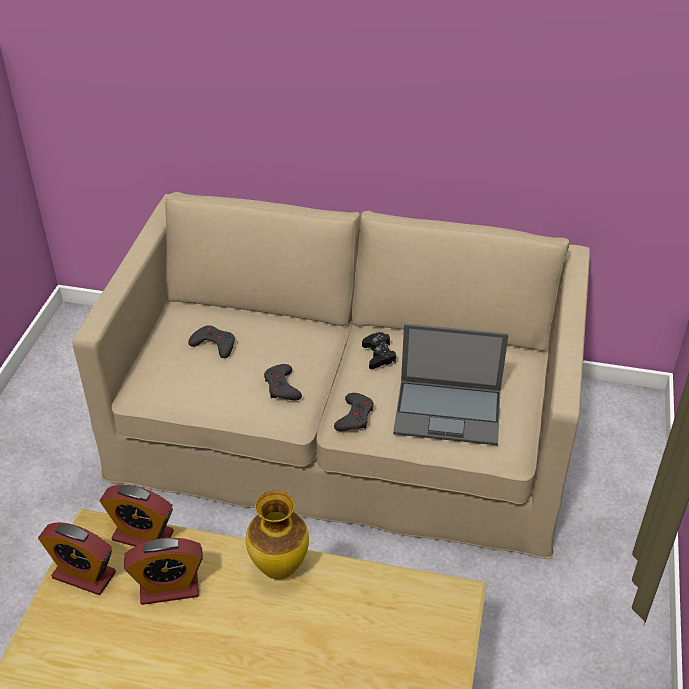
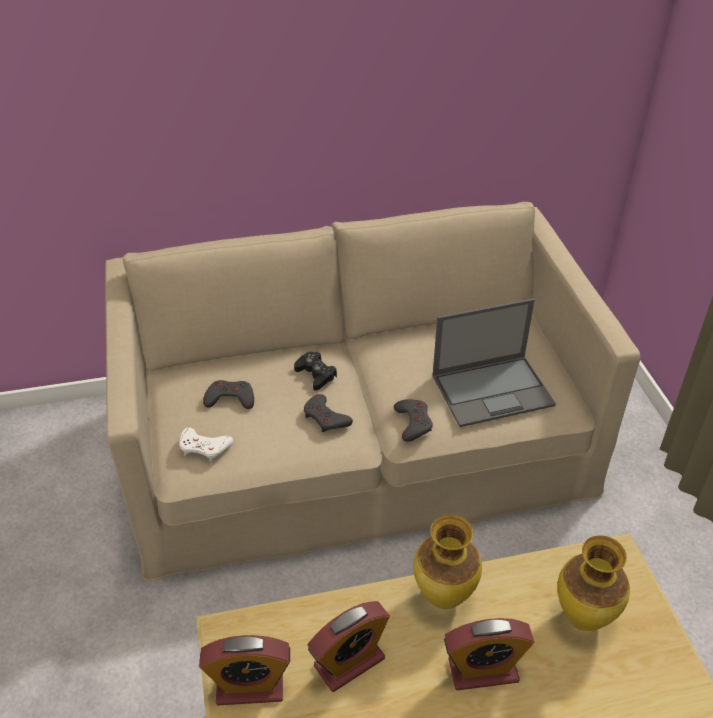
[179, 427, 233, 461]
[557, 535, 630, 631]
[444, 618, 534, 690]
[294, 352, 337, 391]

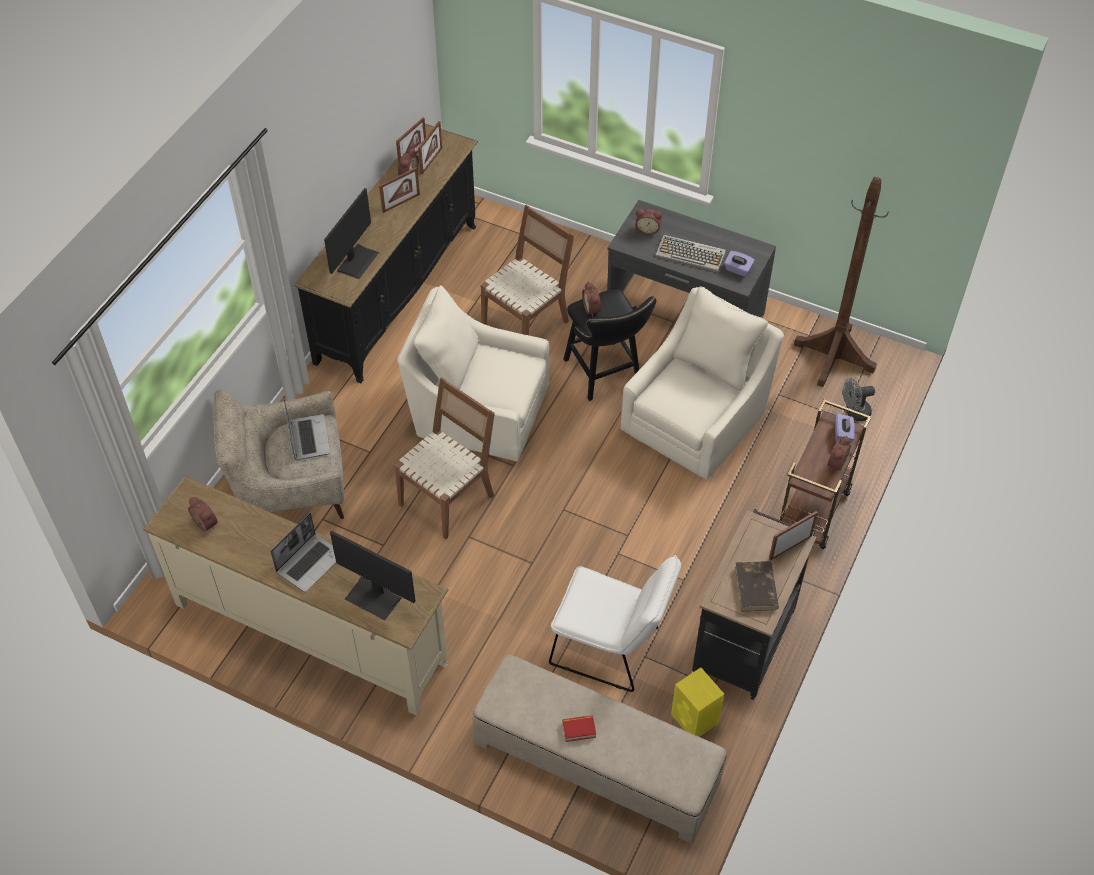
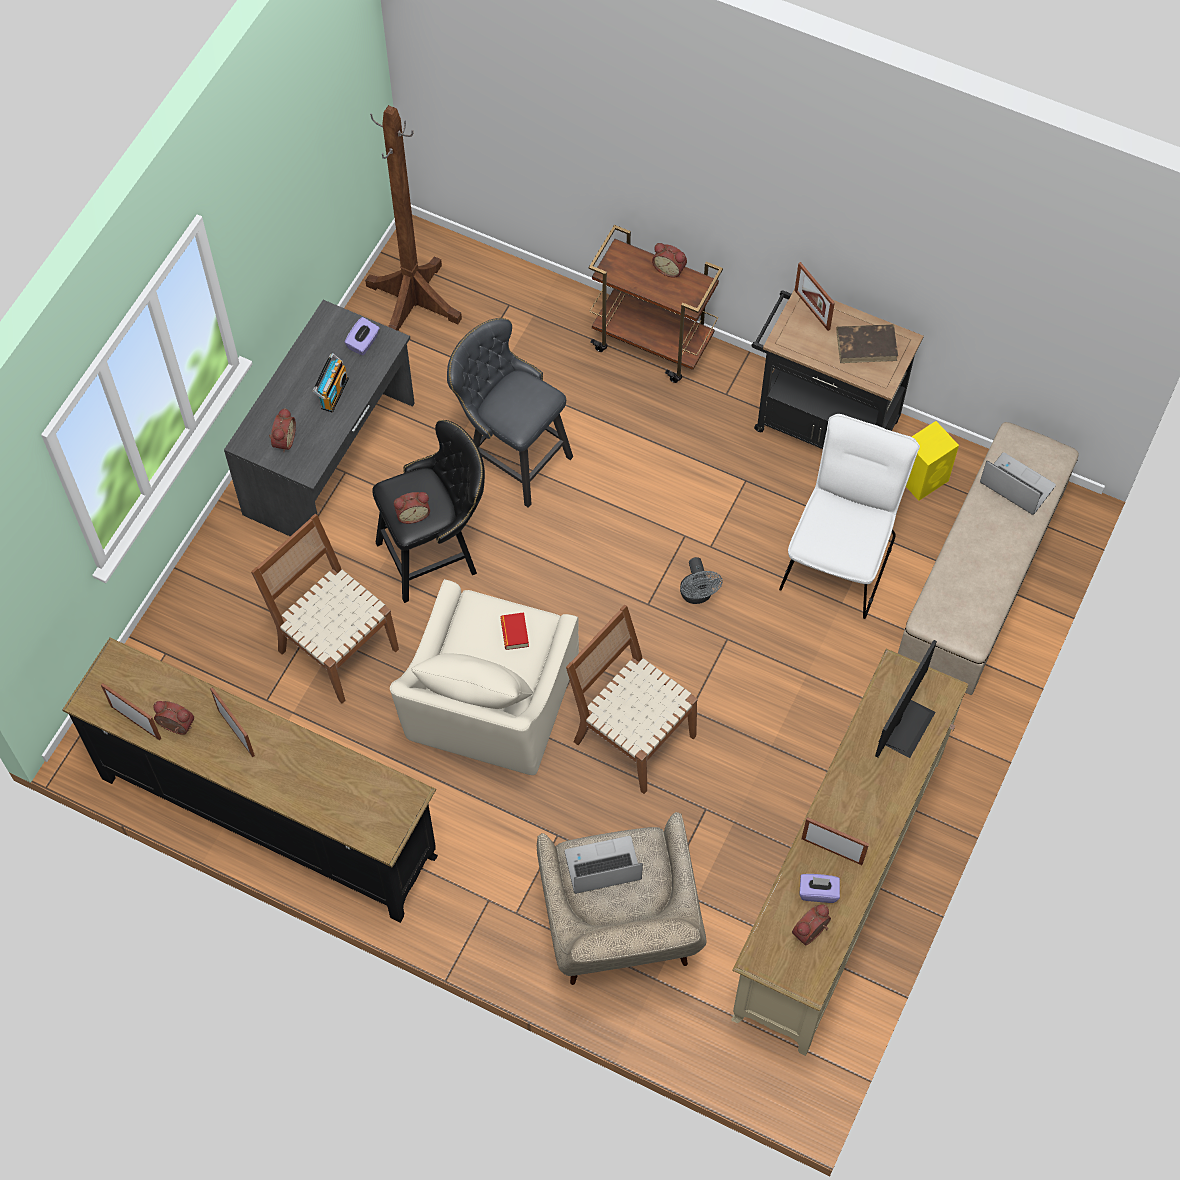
[324, 188, 379, 279] (first image)
[980, 453, 1056, 515]
[801, 817, 869, 865]
[500, 612, 529, 650]
[799, 874, 840, 903]
[680, 557, 723, 604]
[447, 318, 573, 508]
[313, 353, 349, 413]

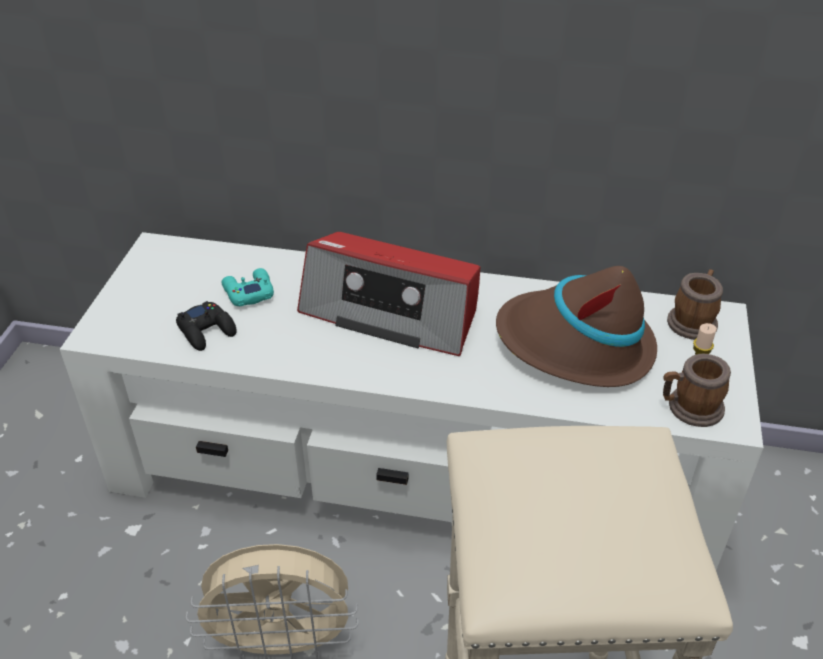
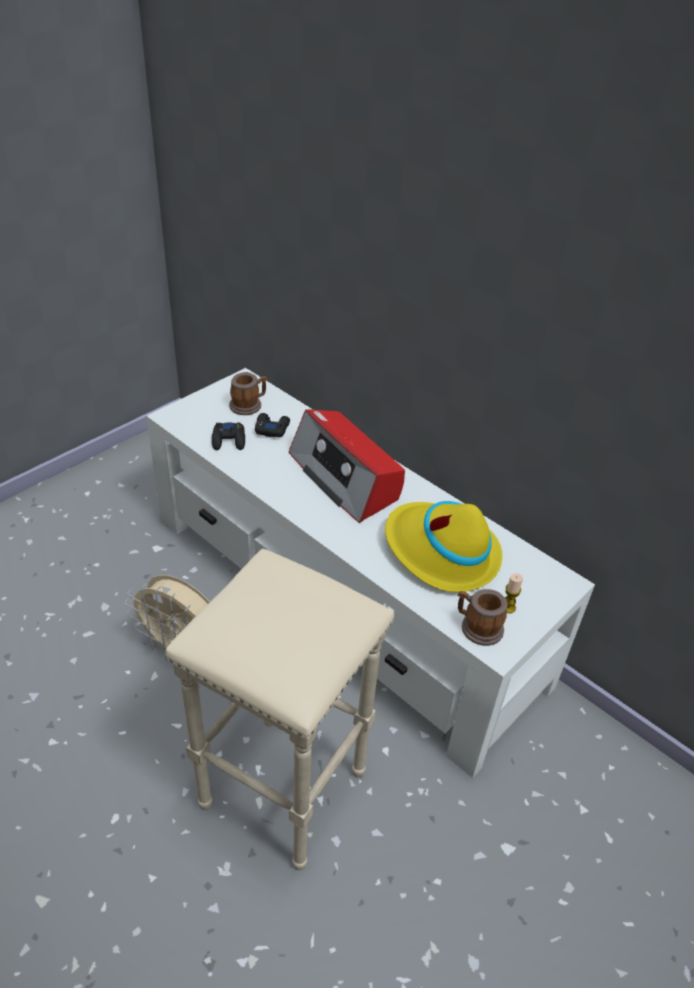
[229, 372, 268, 415]
[255, 413, 290, 437]
[385, 501, 502, 592]

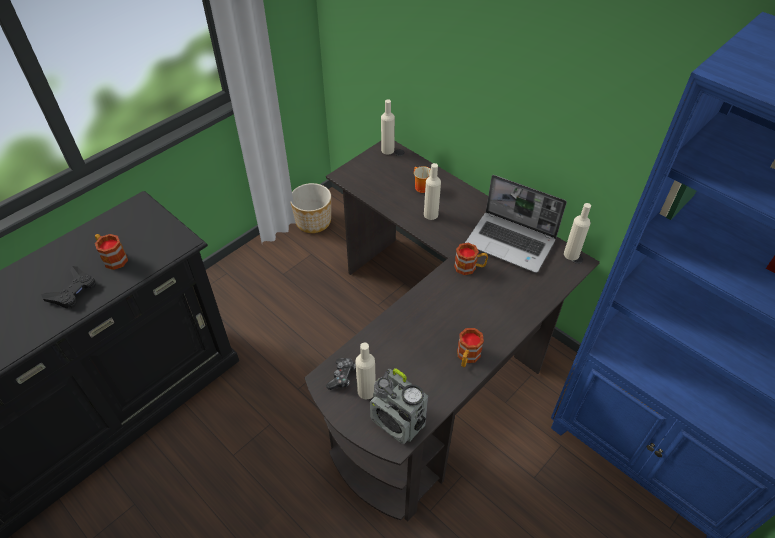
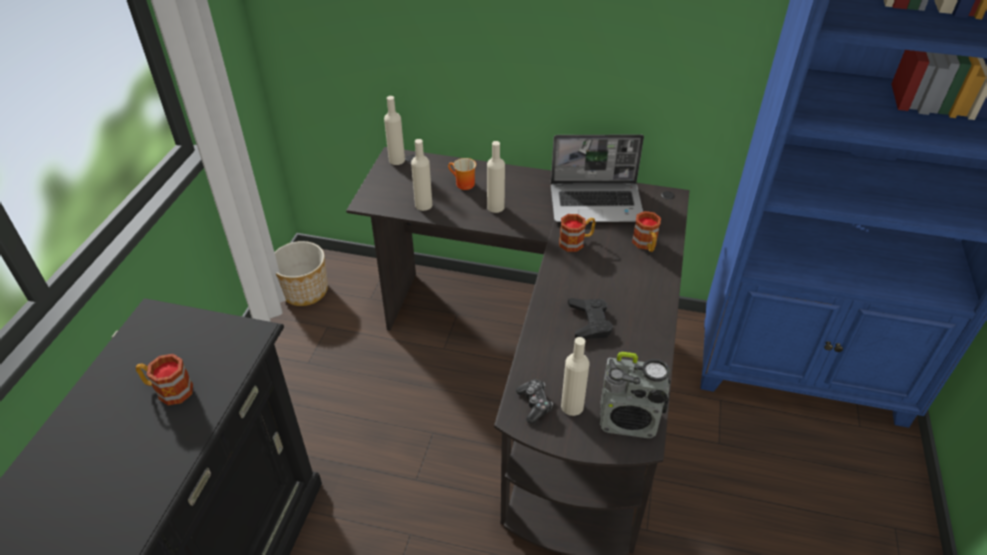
[568, 298, 613, 339]
[632, 211, 661, 252]
[411, 139, 432, 211]

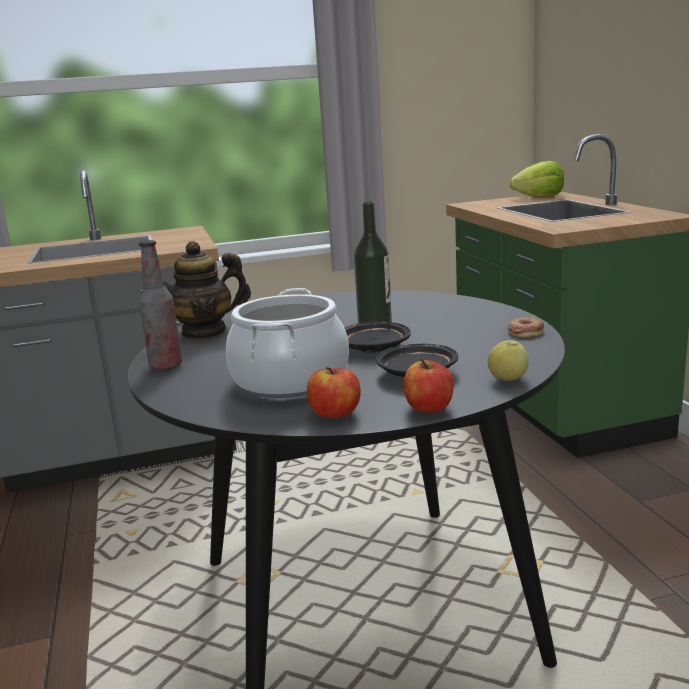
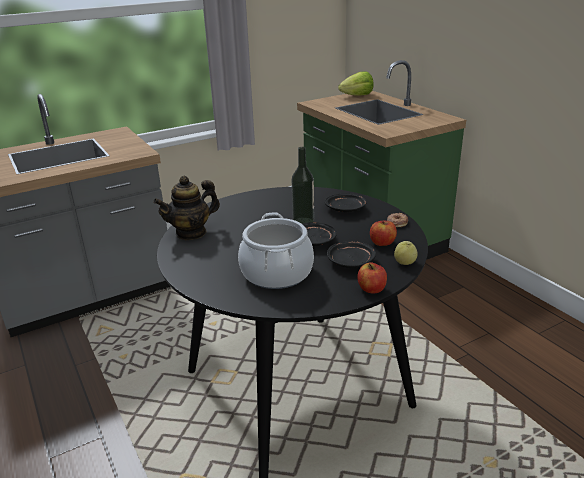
[139, 240, 182, 370] (first image)
[325, 193, 367, 212]
[370, 221, 397, 246]

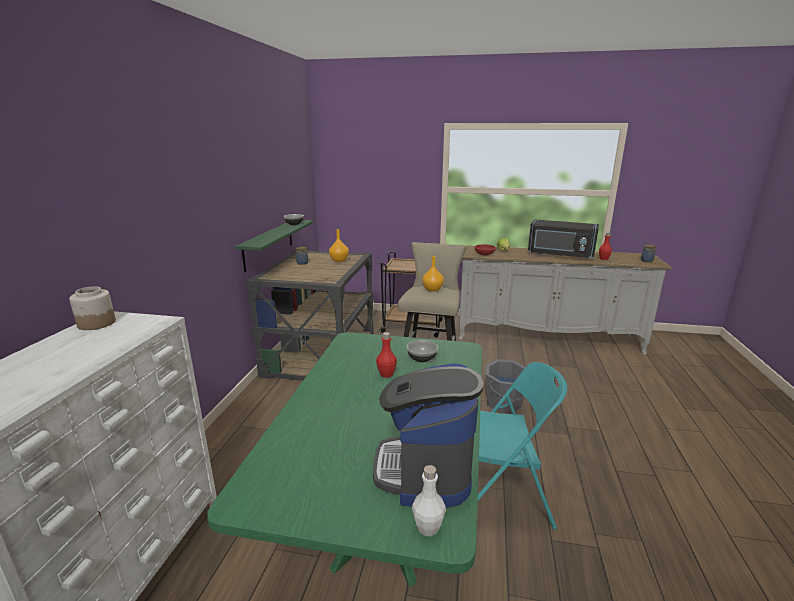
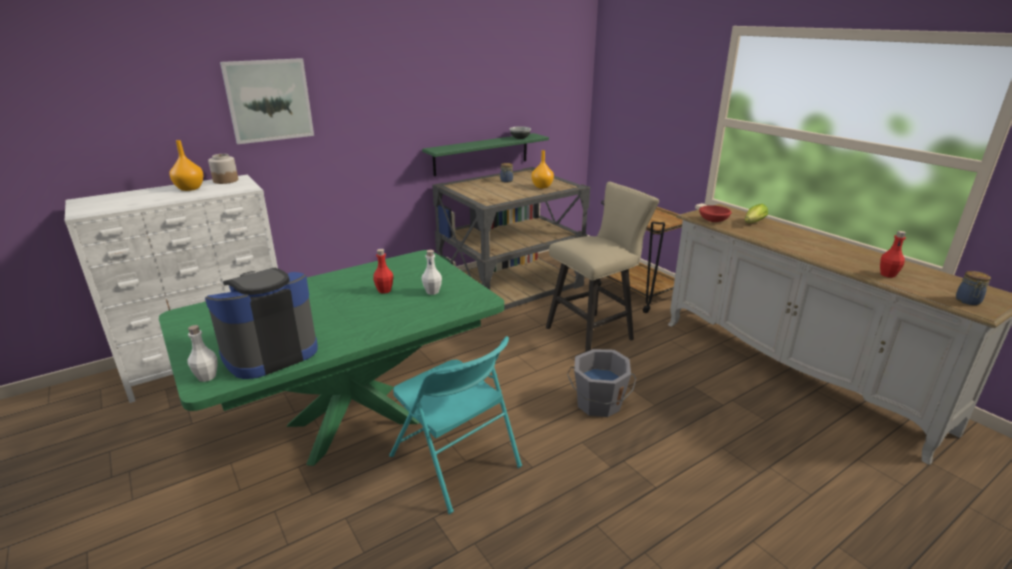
[528, 219, 599, 259] (first image)
[220, 58, 314, 144]
[170, 140, 203, 191]
[421, 250, 442, 295]

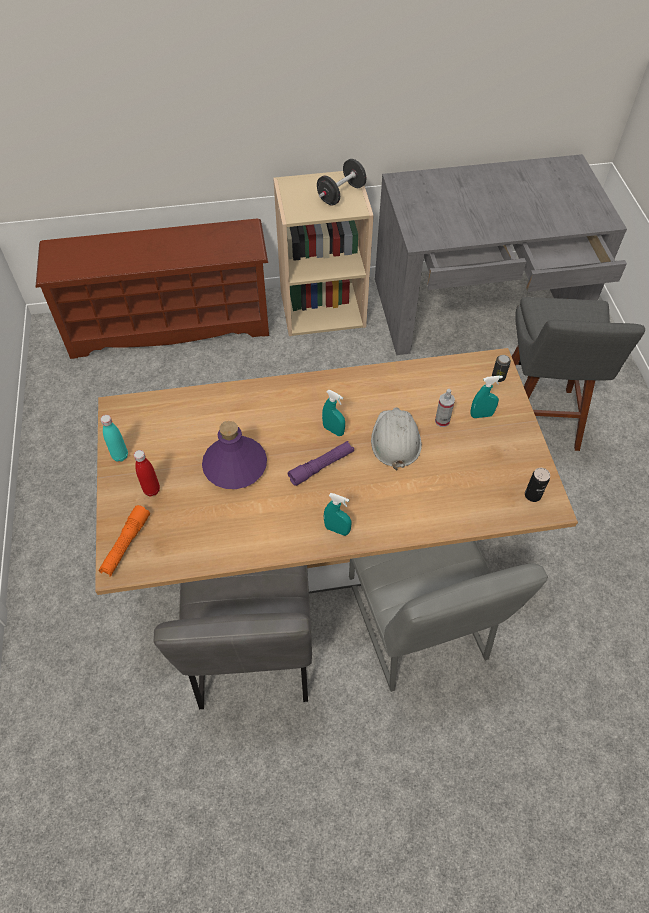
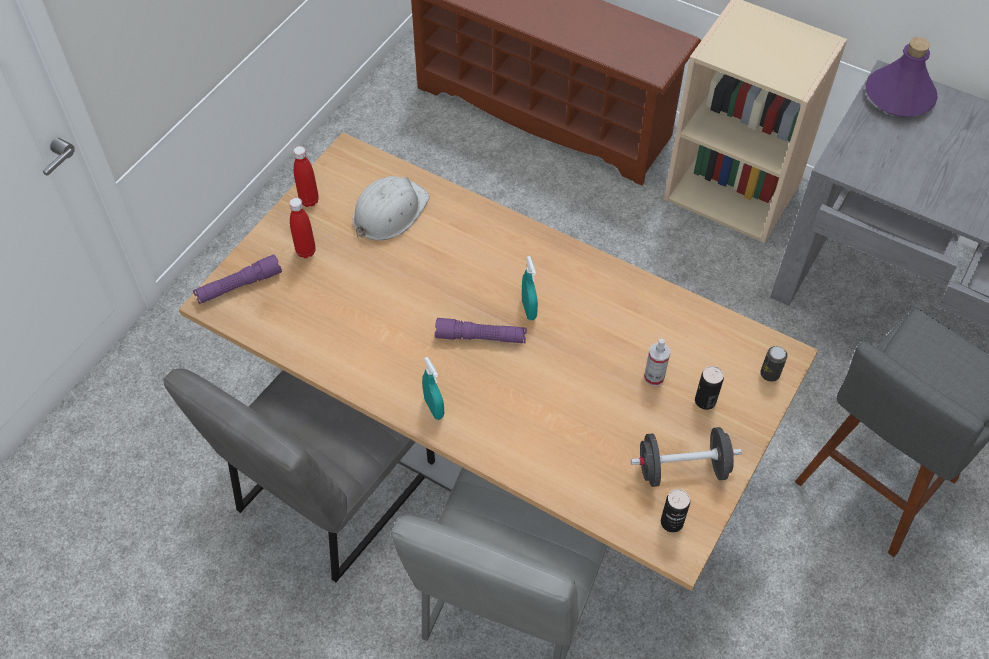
[865, 37, 938, 117]
[631, 427, 742, 487]
[353, 176, 430, 240]
[695, 366, 724, 410]
[193, 255, 282, 304]
[293, 146, 319, 207]

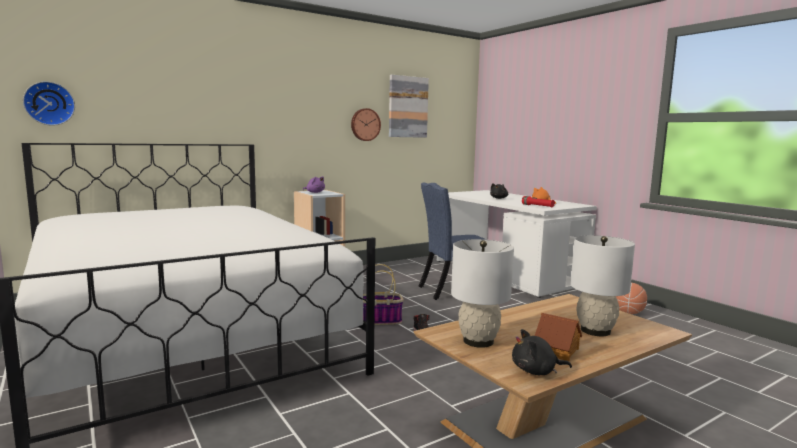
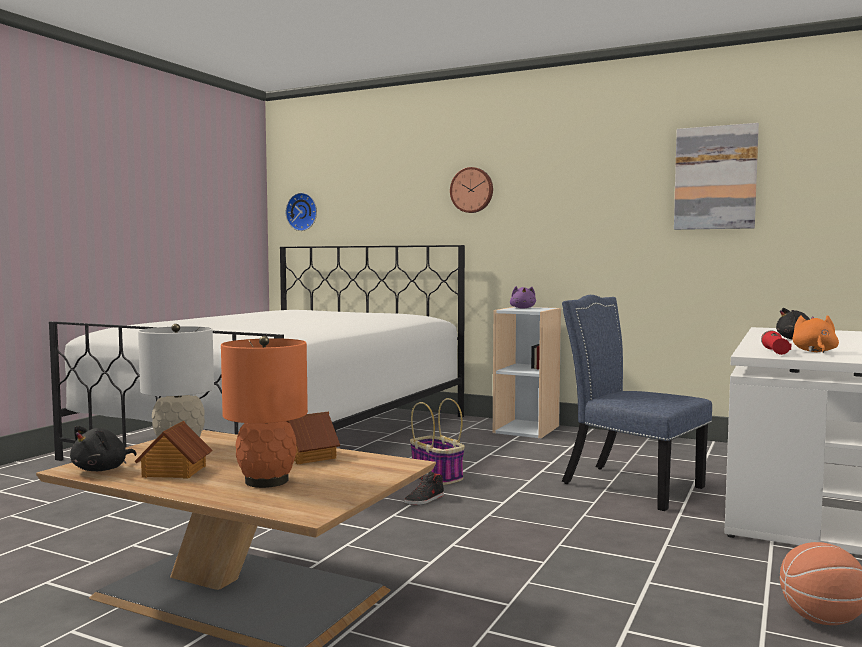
[287, 412, 340, 464]
[450, 167, 493, 213]
[221, 336, 308, 488]
[70, 426, 137, 471]

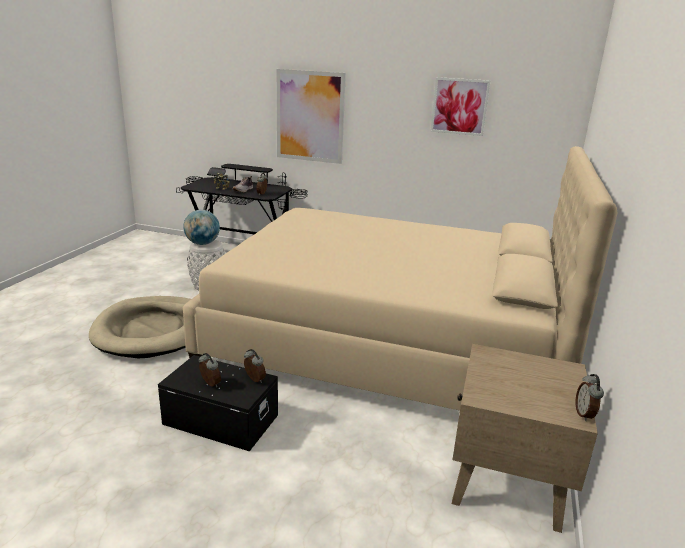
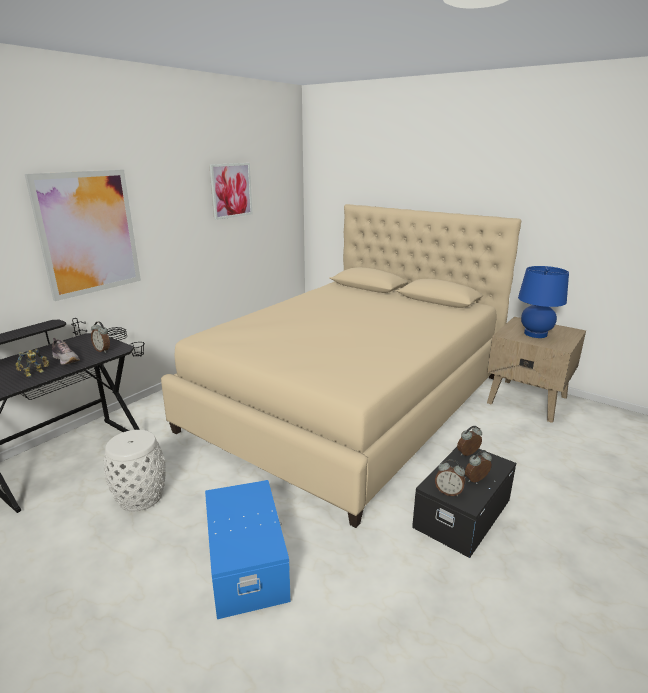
[183, 210, 220, 245] (first image)
[518, 266, 569, 338]
[435, 460, 465, 496]
[205, 480, 291, 619]

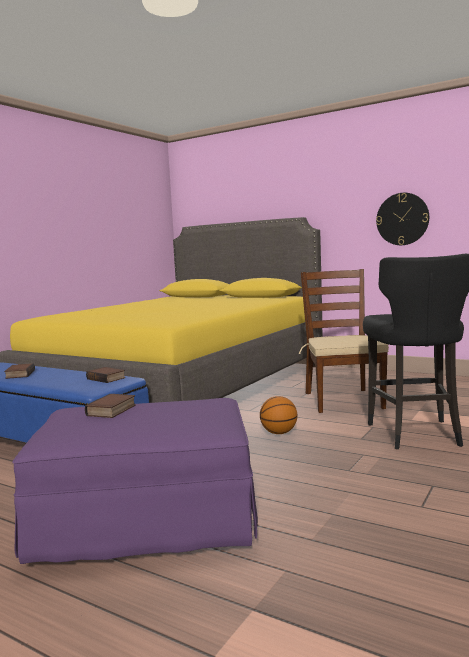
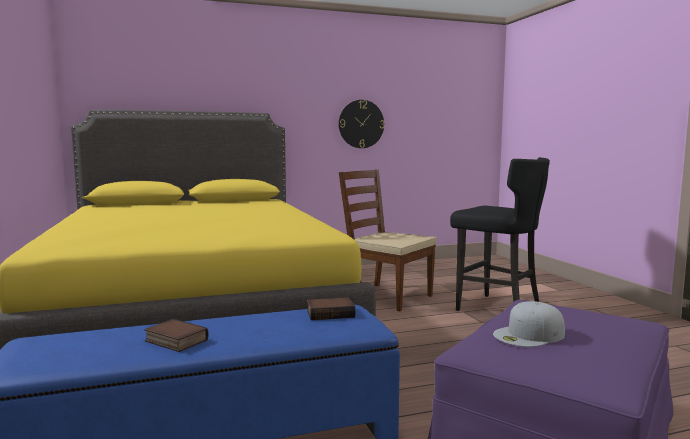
[260, 396, 297, 434] (first image)
[493, 301, 565, 347]

